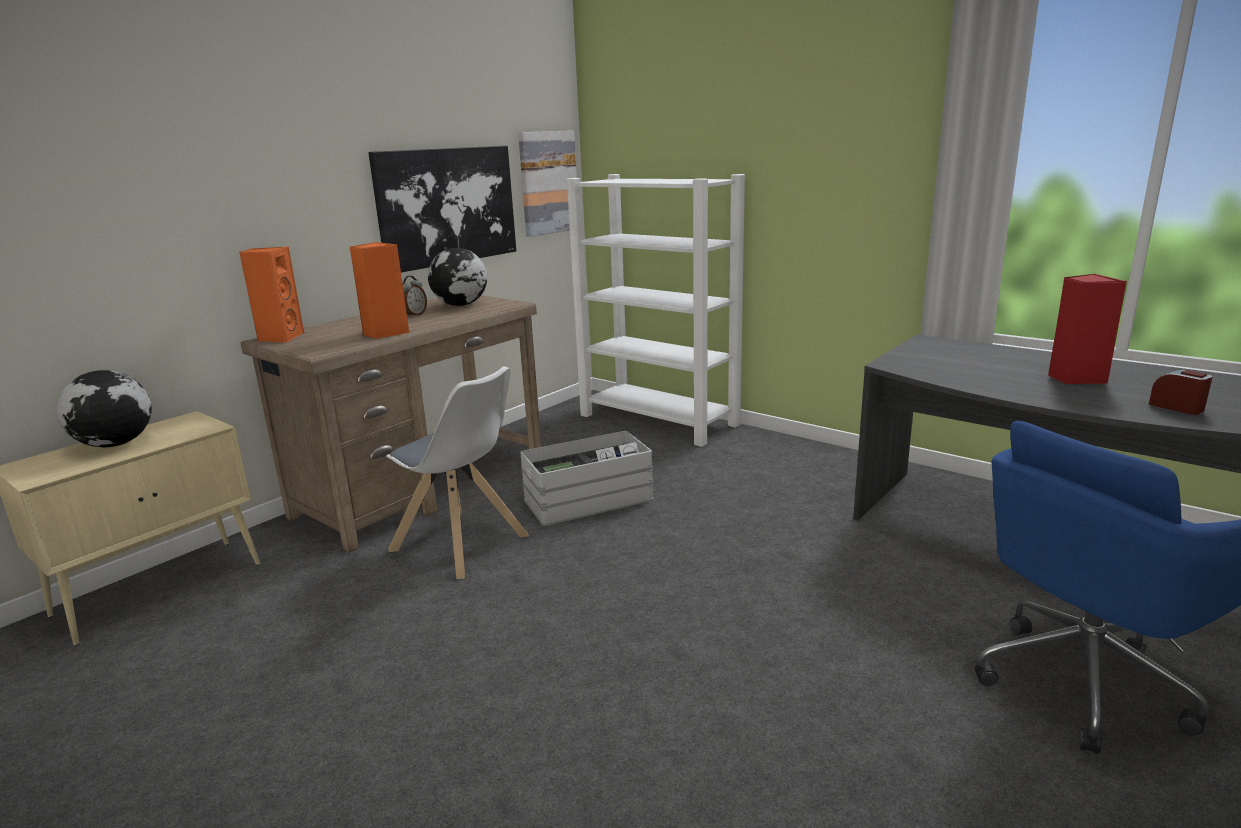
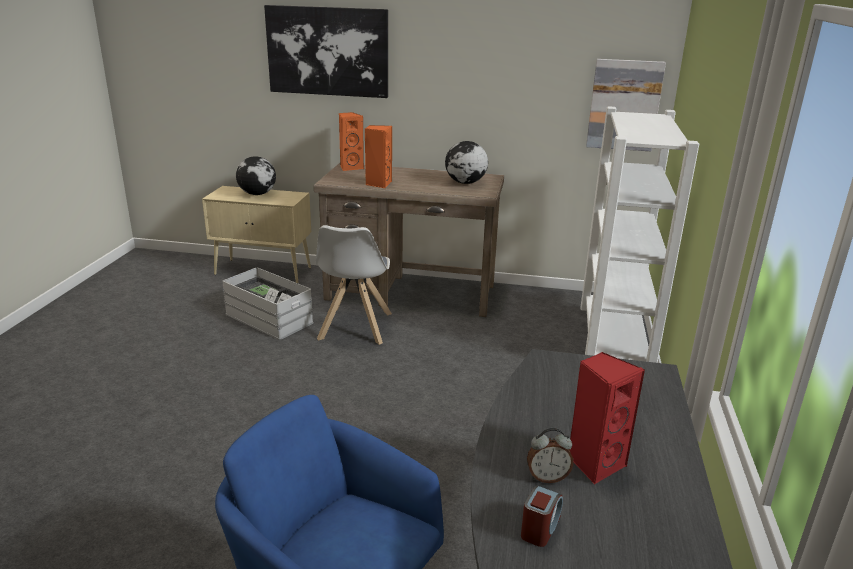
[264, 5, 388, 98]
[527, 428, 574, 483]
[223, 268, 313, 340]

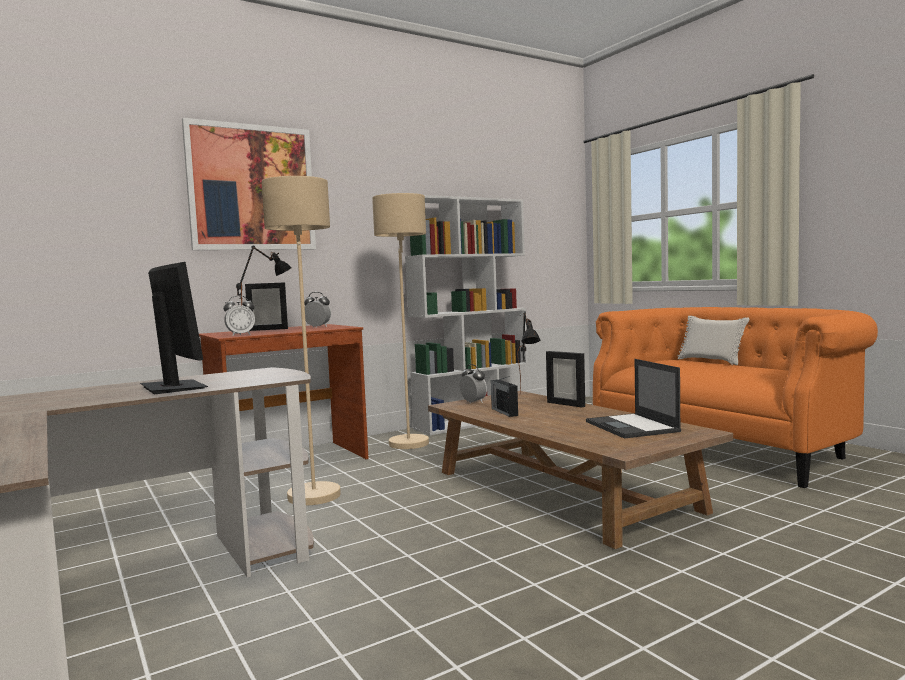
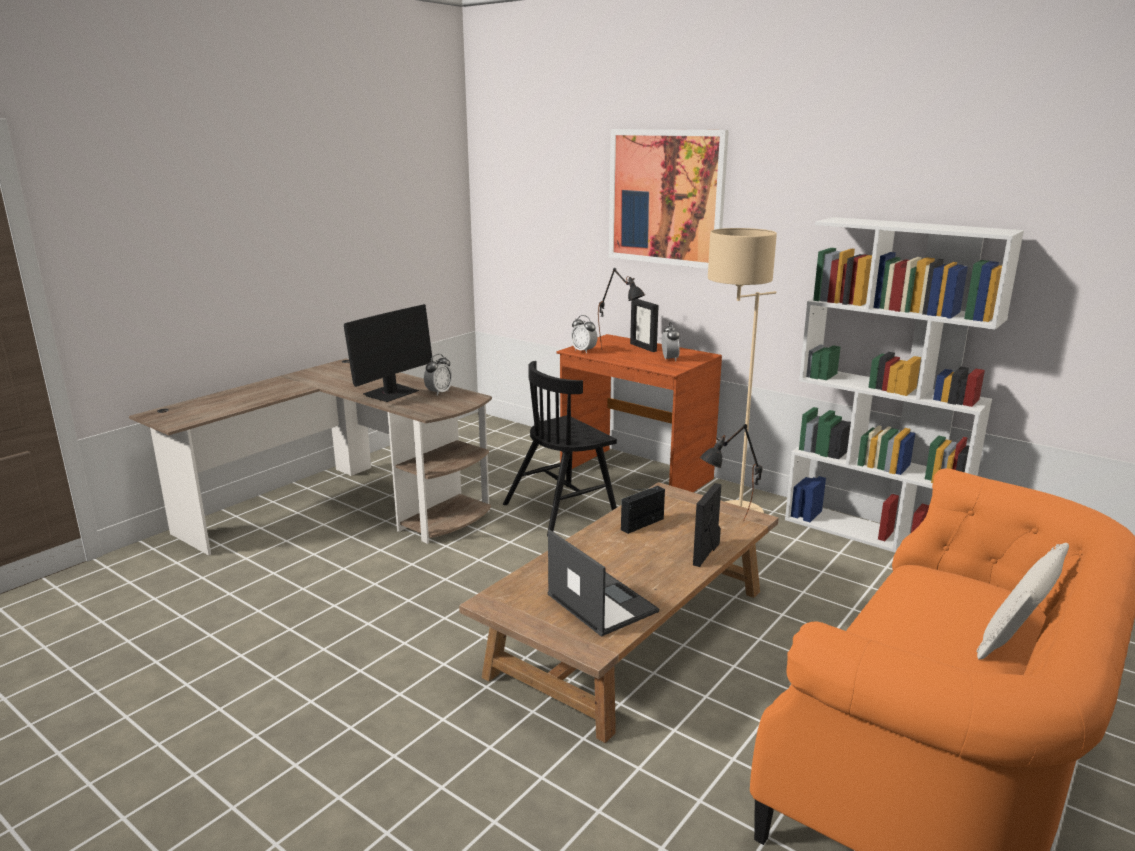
[424, 354, 453, 396]
[503, 361, 617, 536]
[548, 530, 660, 637]

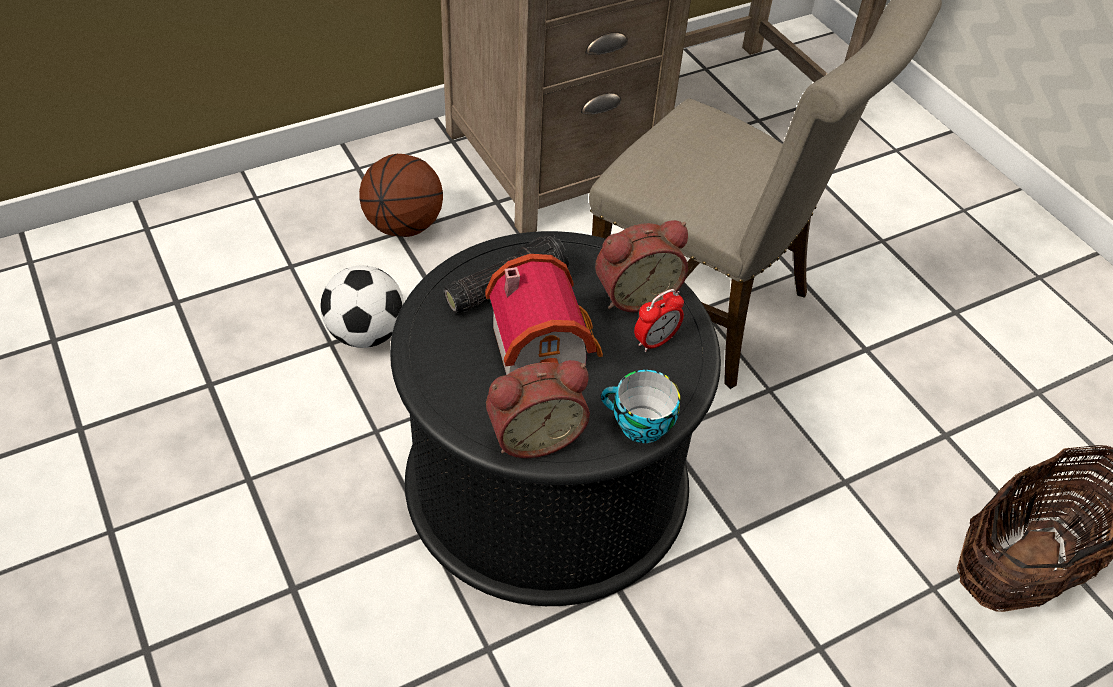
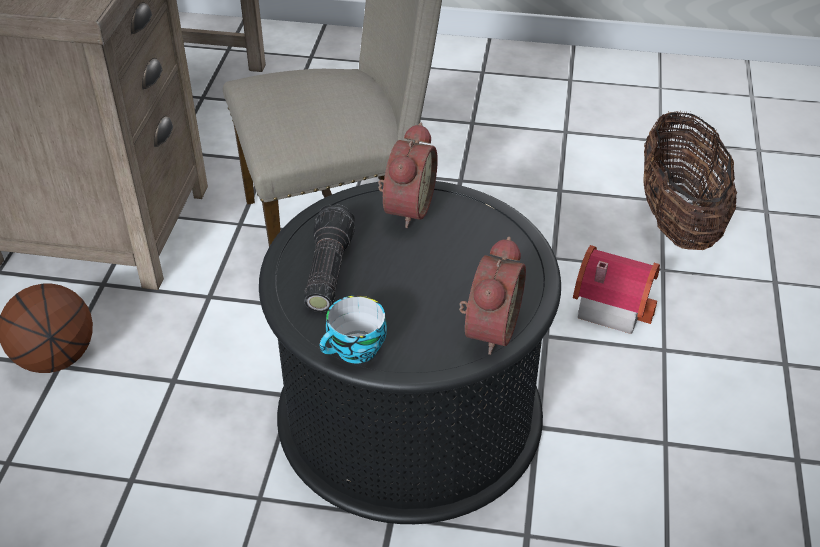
[320, 265, 404, 348] (first image)
[634, 289, 684, 352] (first image)
[573, 245, 660, 334]
[320, 295, 387, 364]

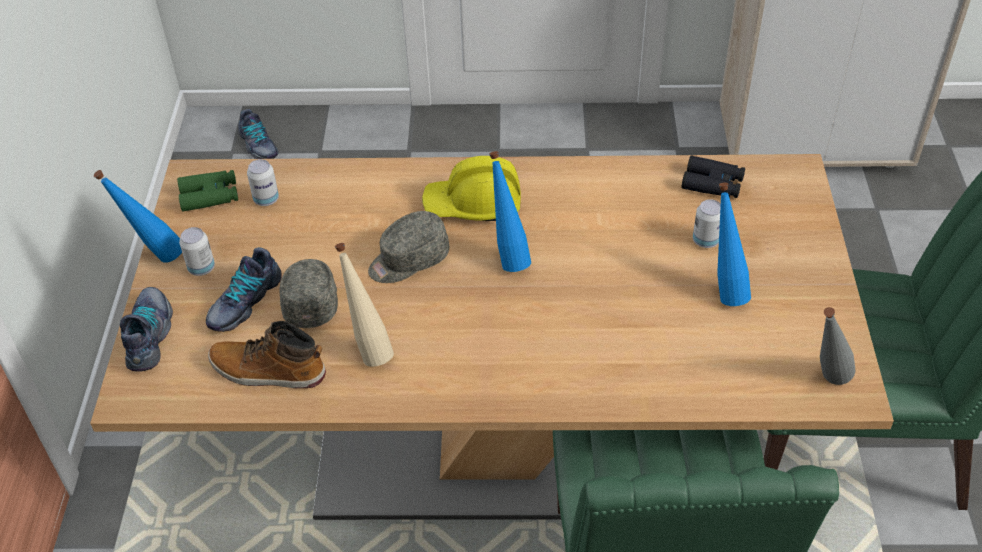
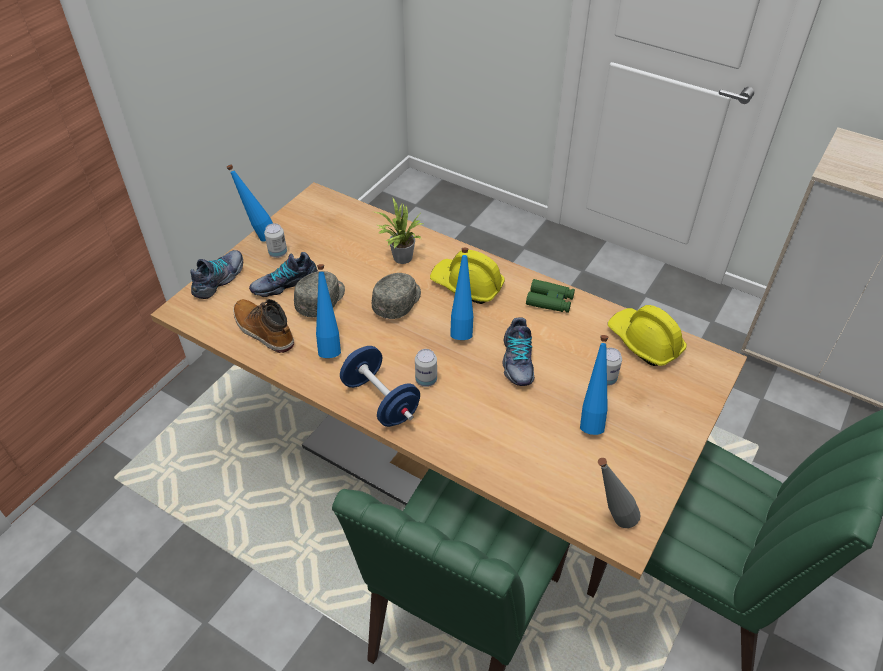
[340, 346, 420, 427]
[375, 197, 423, 264]
[526, 279, 575, 313]
[502, 317, 535, 386]
[415, 349, 437, 387]
[608, 305, 687, 366]
[316, 264, 341, 358]
[372, 273, 421, 319]

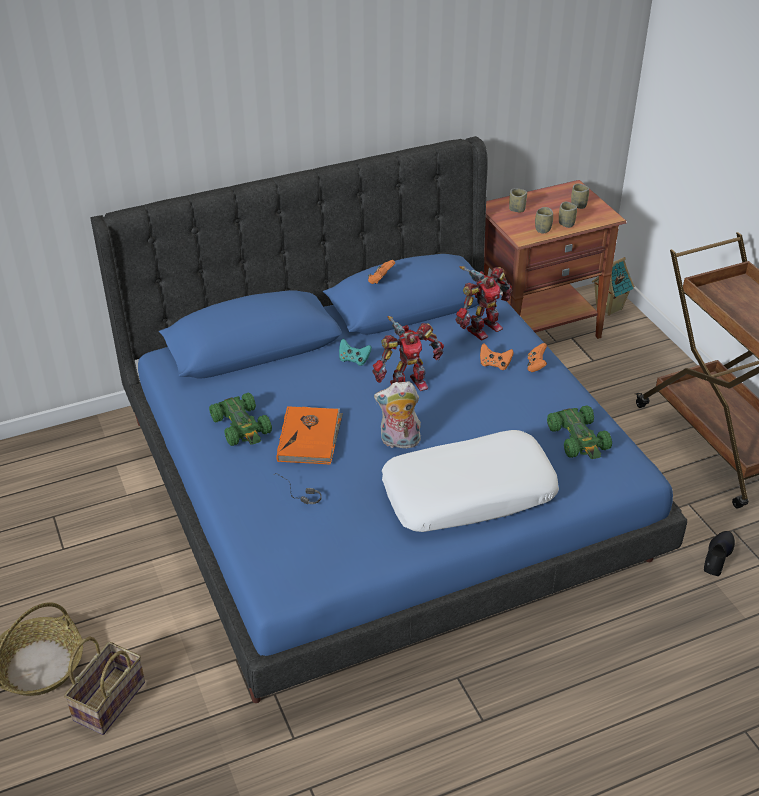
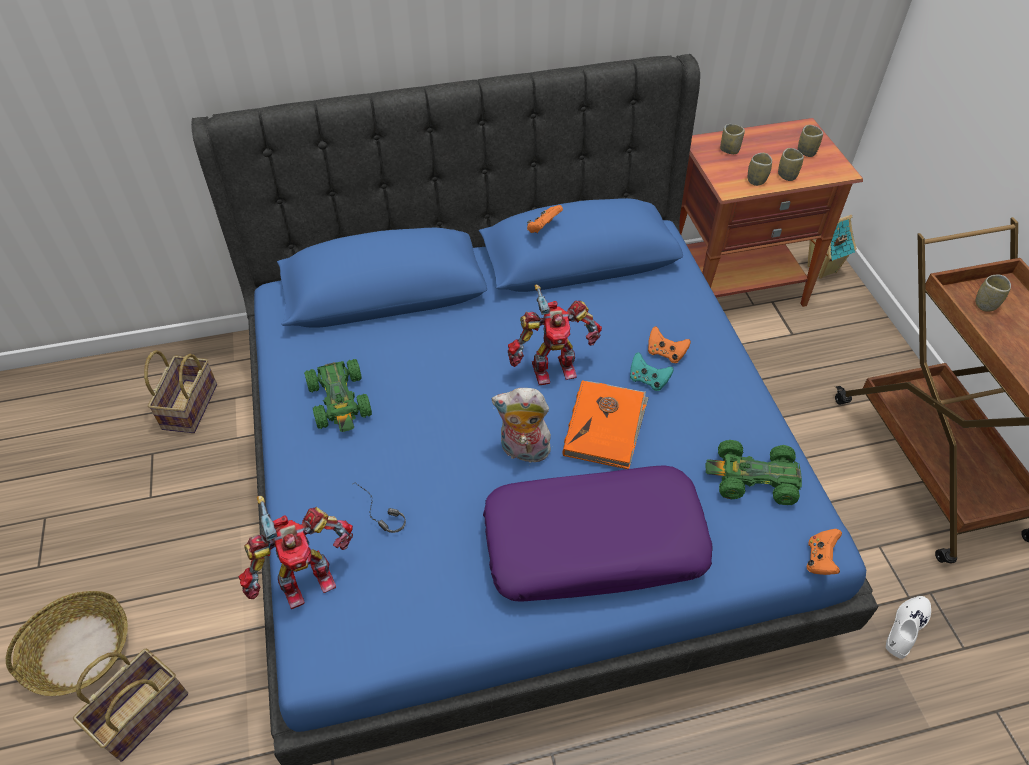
[144, 350, 217, 433]
[975, 275, 1011, 312]
[562, 380, 649, 469]
[630, 352, 674, 391]
[238, 496, 353, 609]
[807, 529, 842, 575]
[483, 465, 713, 602]
[886, 596, 931, 659]
[706, 440, 802, 505]

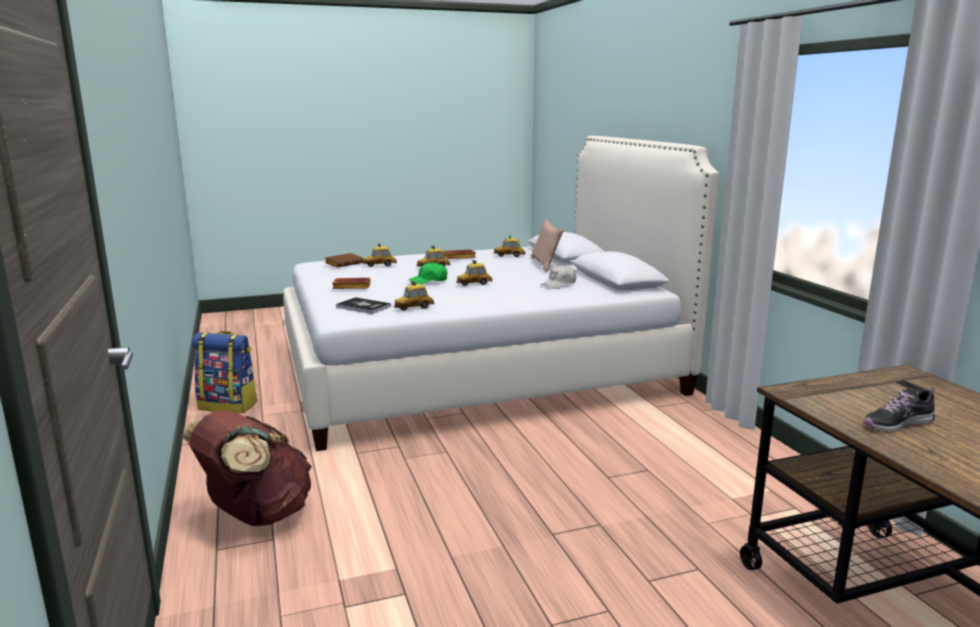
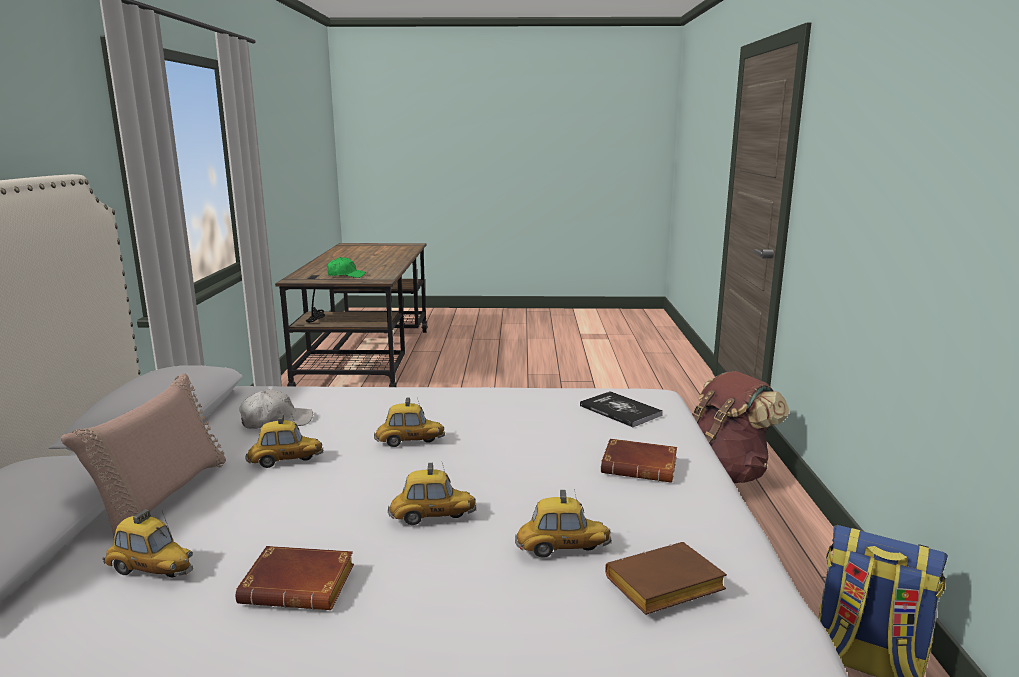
[863, 387, 935, 432] (first image)
[245, 413, 323, 468]
[327, 257, 366, 278]

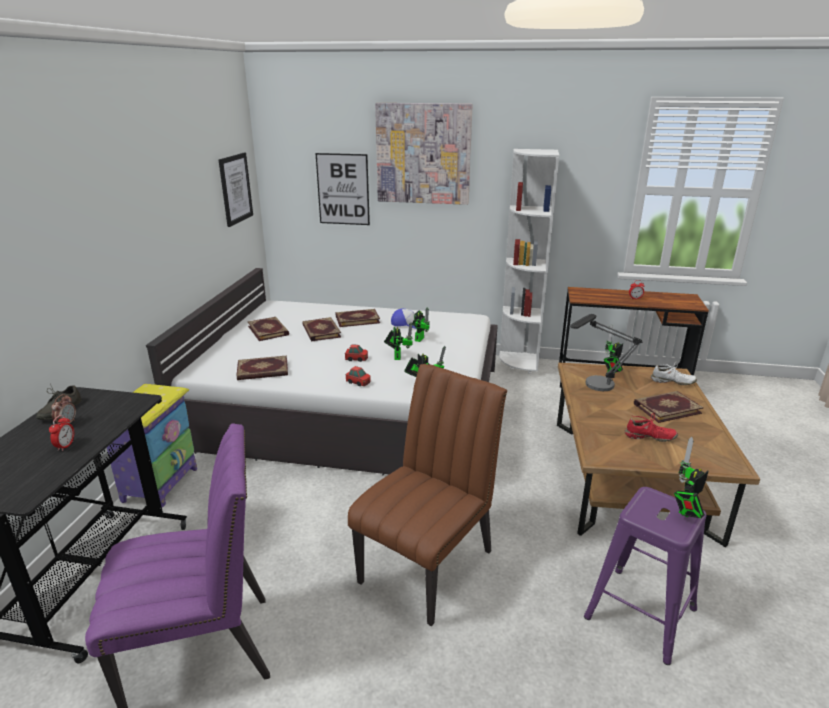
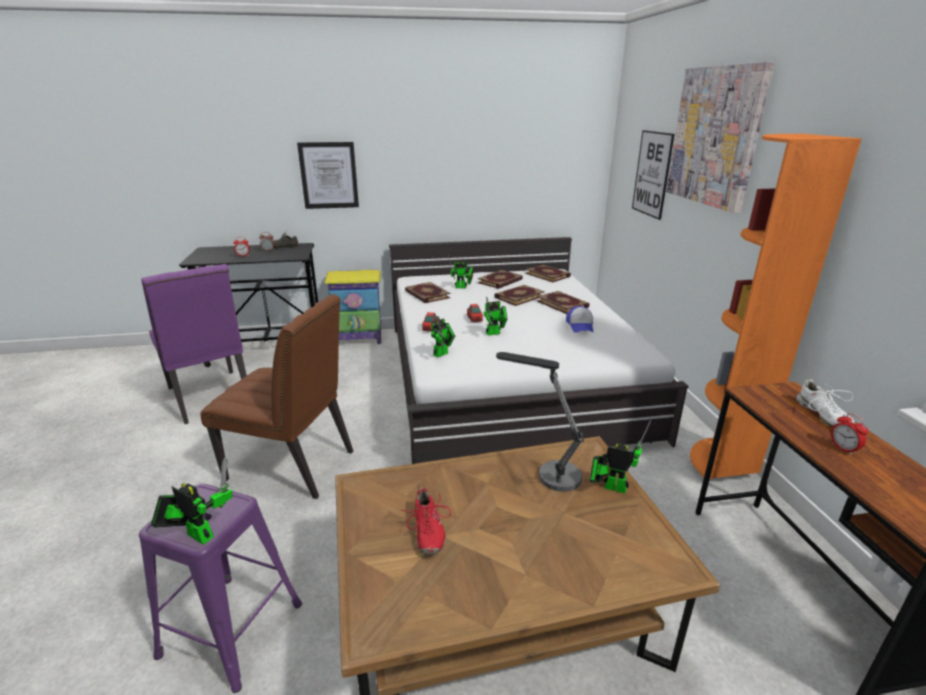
[297, 142, 359, 209]
[448, 255, 473, 288]
[525, 265, 571, 282]
[796, 379, 855, 427]
[690, 134, 862, 479]

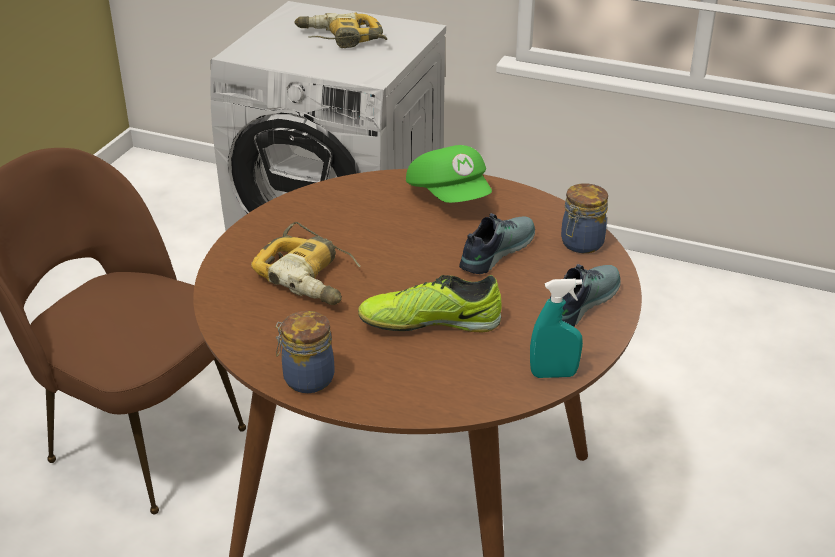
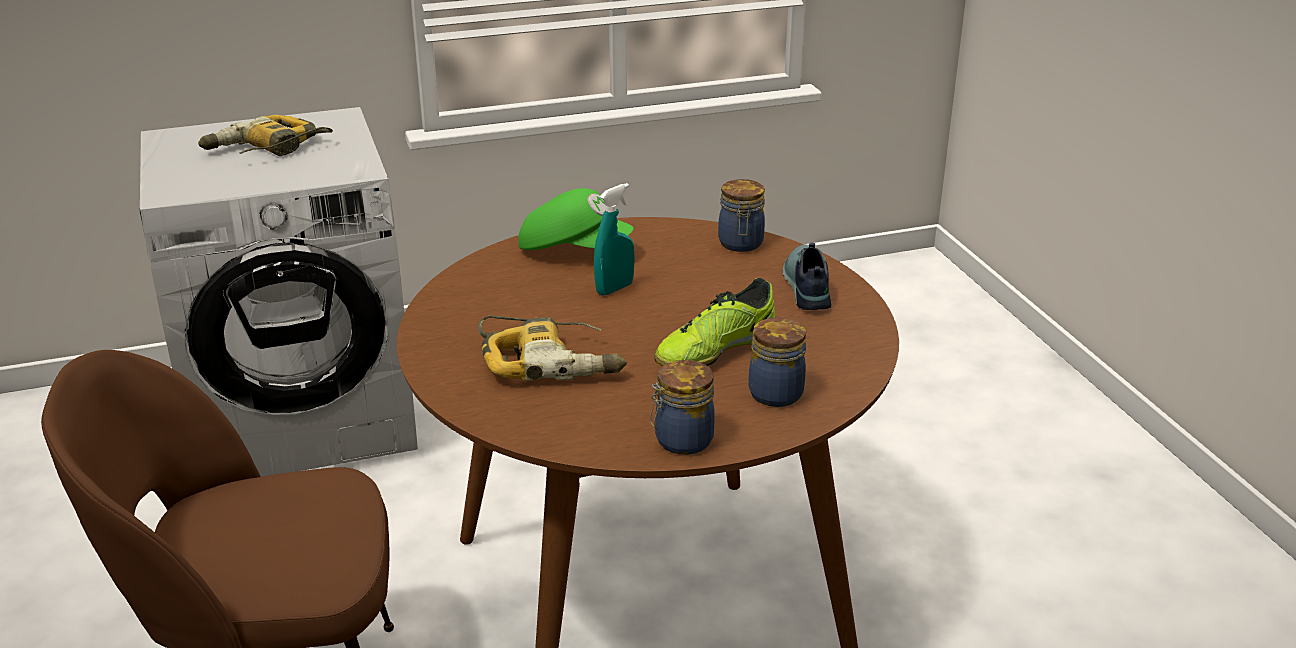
[459, 213, 535, 274] (first image)
[748, 318, 806, 407]
[594, 183, 635, 296]

